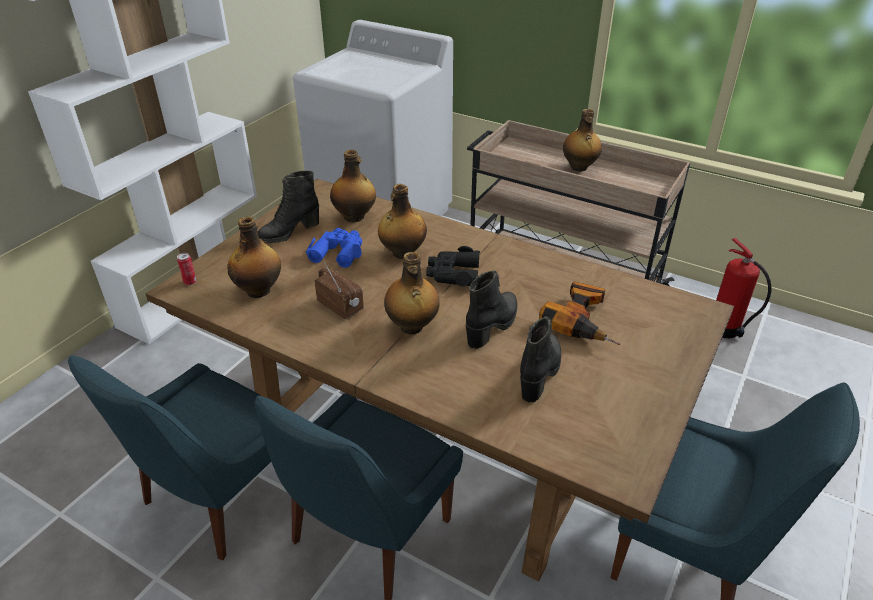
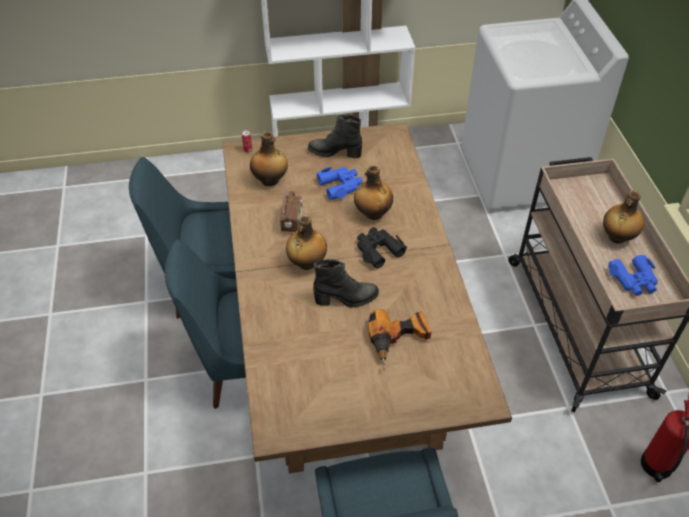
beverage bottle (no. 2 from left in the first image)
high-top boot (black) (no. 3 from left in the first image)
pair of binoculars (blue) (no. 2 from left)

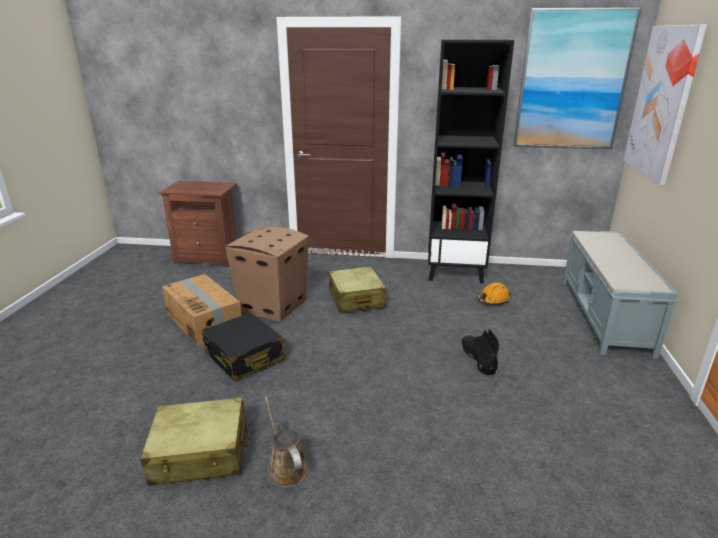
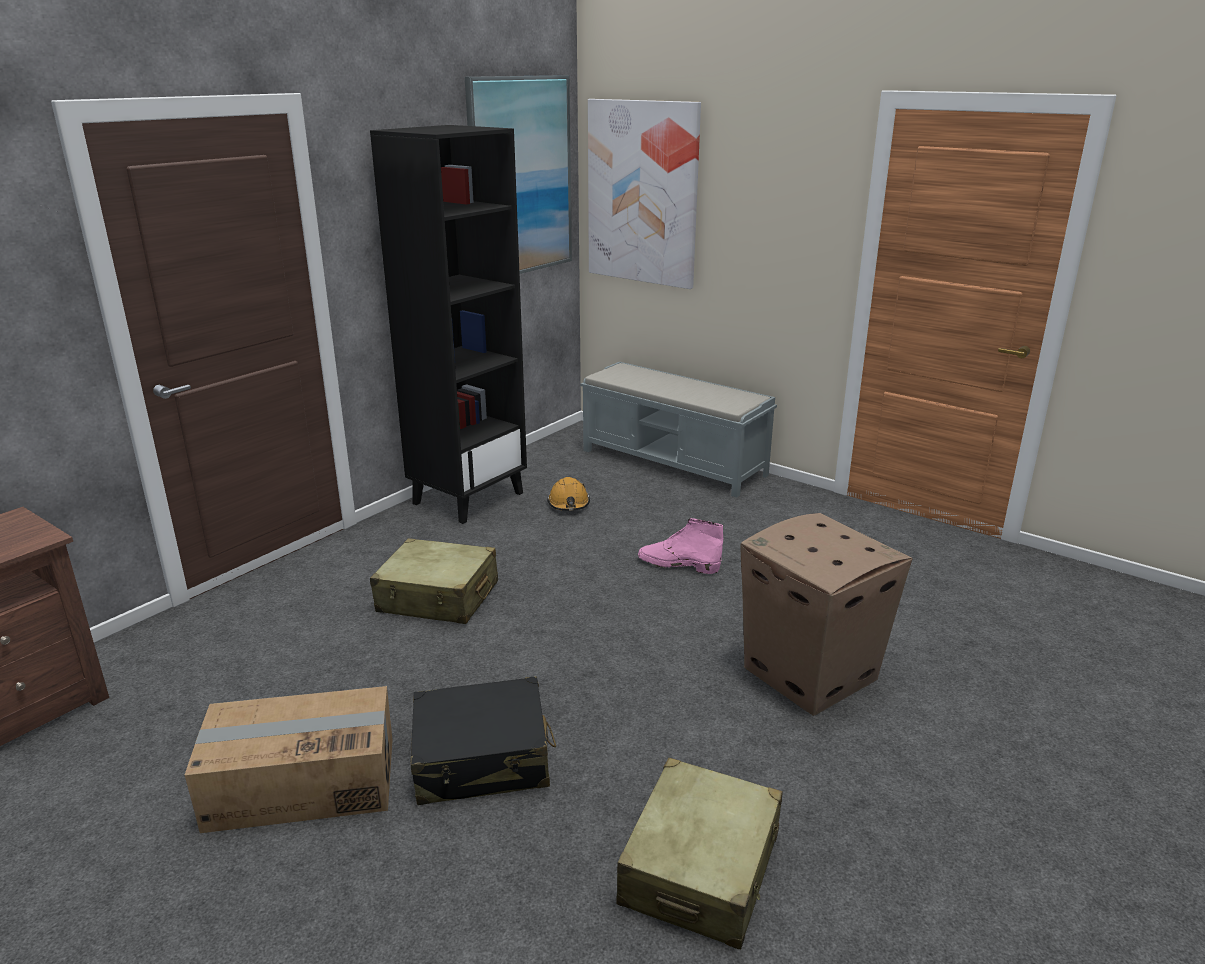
sprinkling can (brownish)
carton (no. 2 from left)
high-top boot (pink)

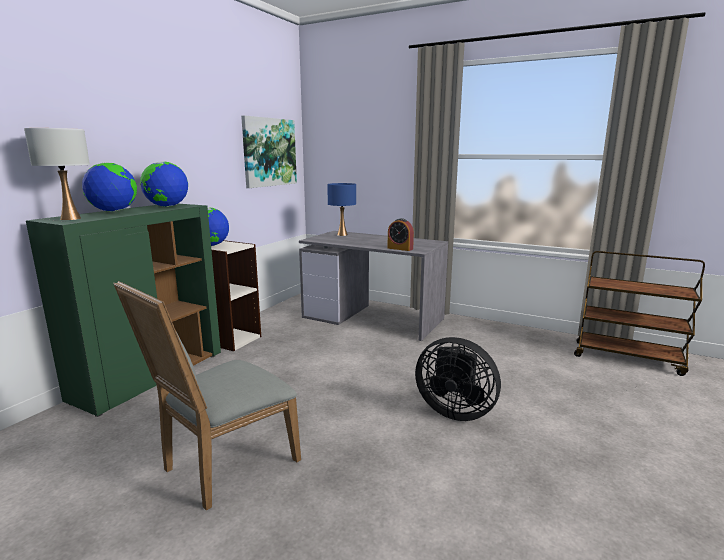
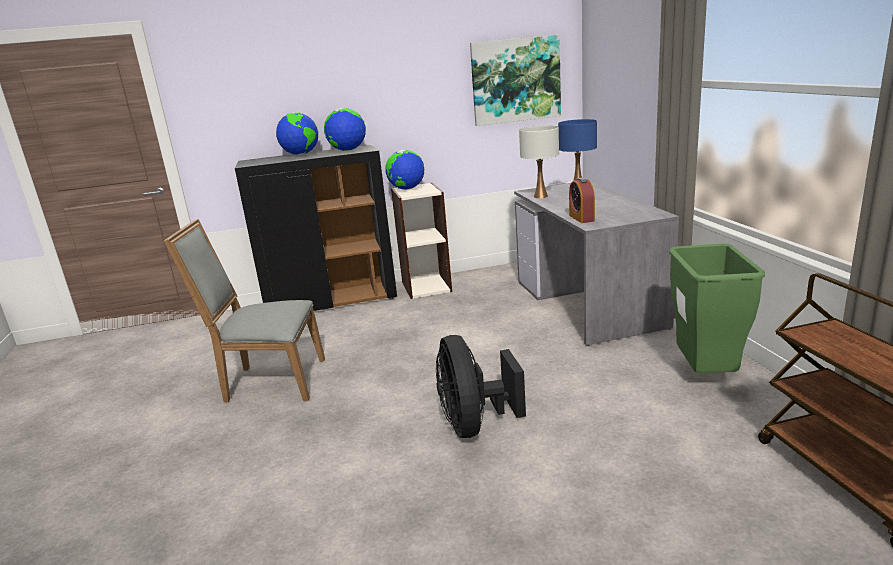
trash can (green-coloured)
table lamp (whitish)
storage cabinet (black)

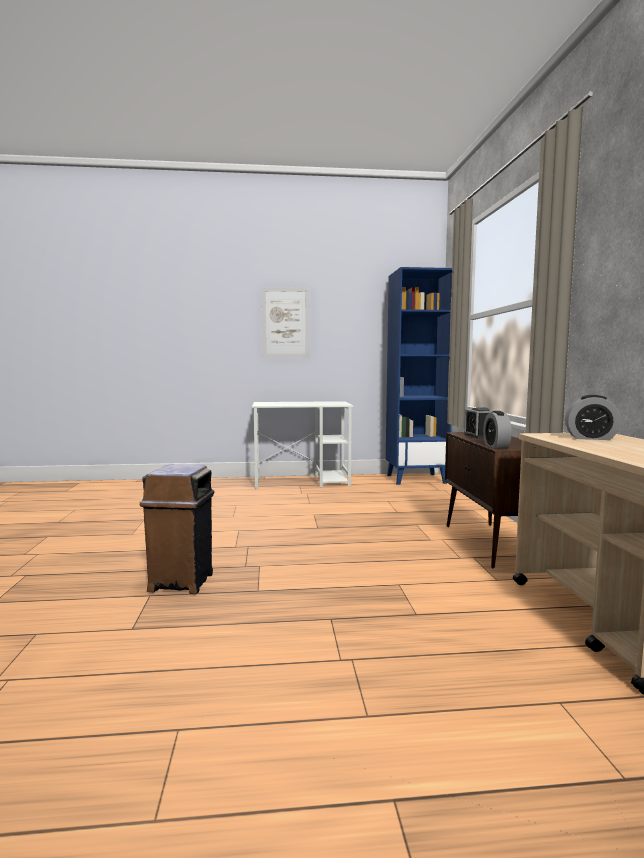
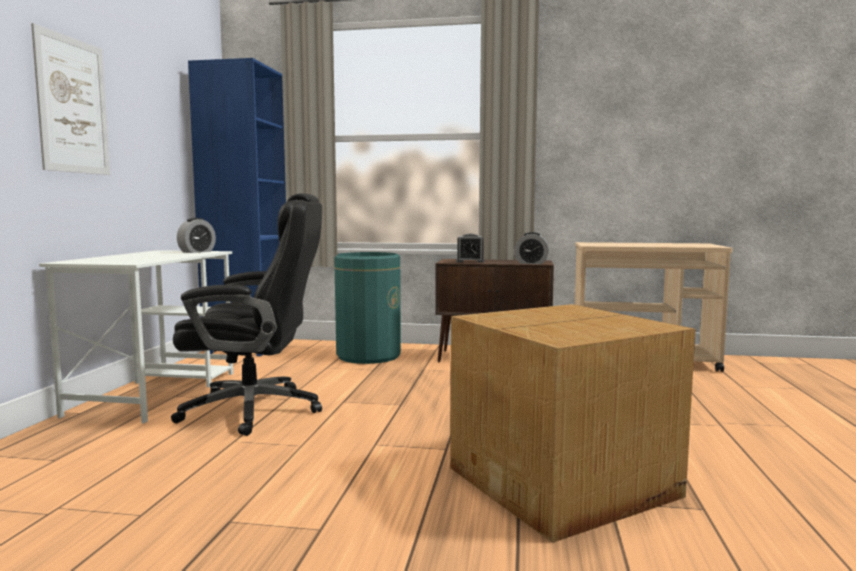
computer chair (black)
trash can (green-coloured)
alarm clock (no. 1 from left)
carton

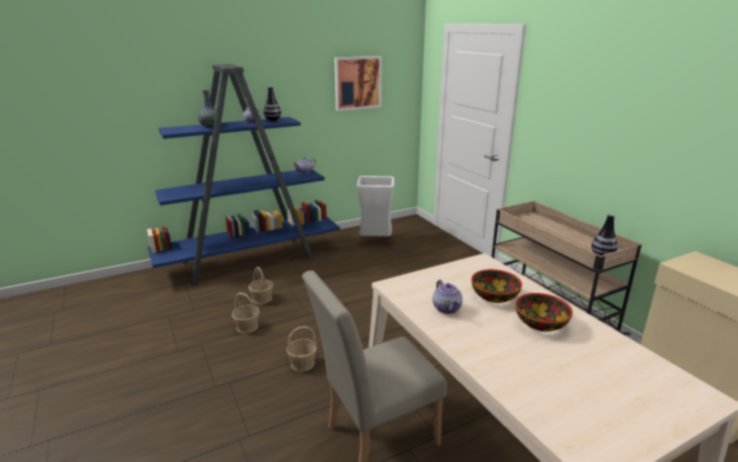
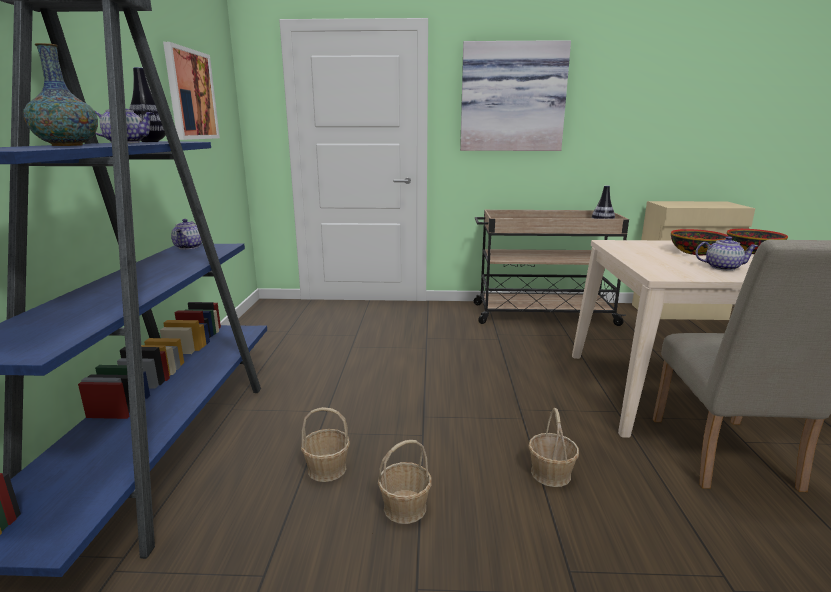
trash can (whitish)
picture (no. 2 from left)

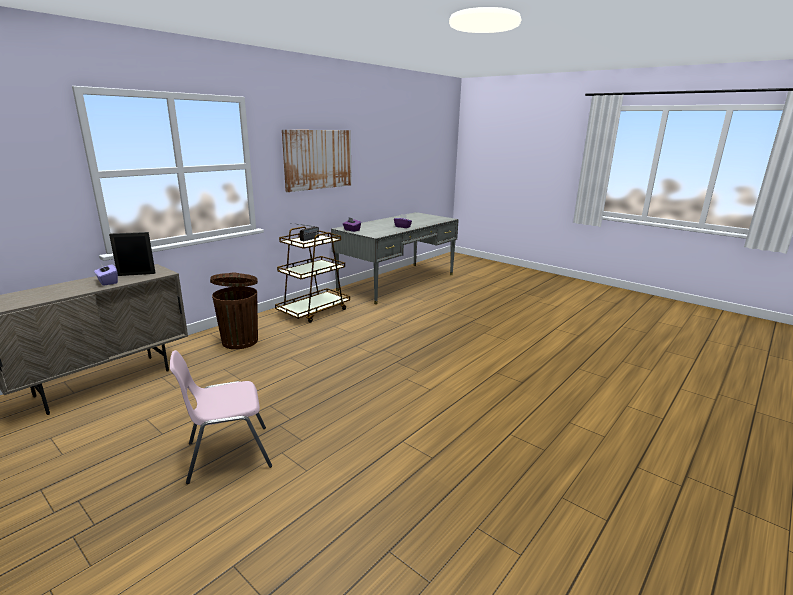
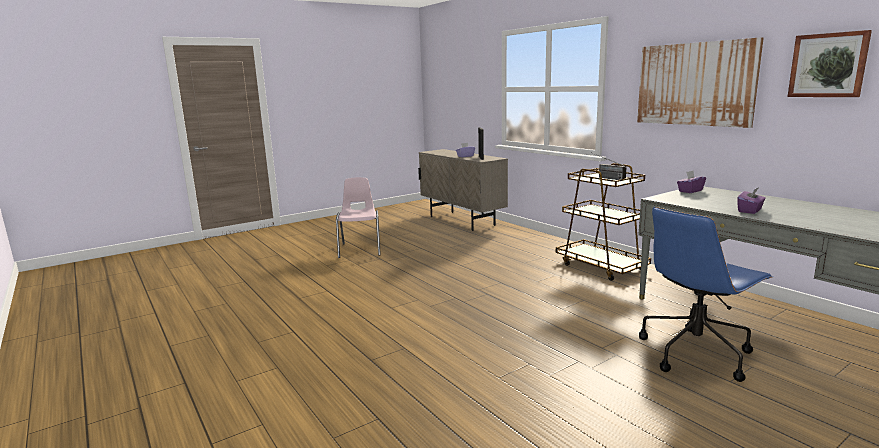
trash can (brownish)
computer chair (blue)
picture (no. 2 from left)

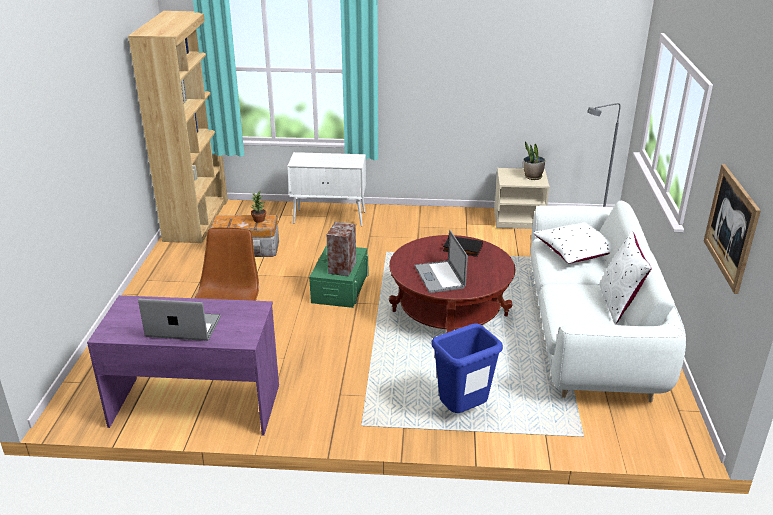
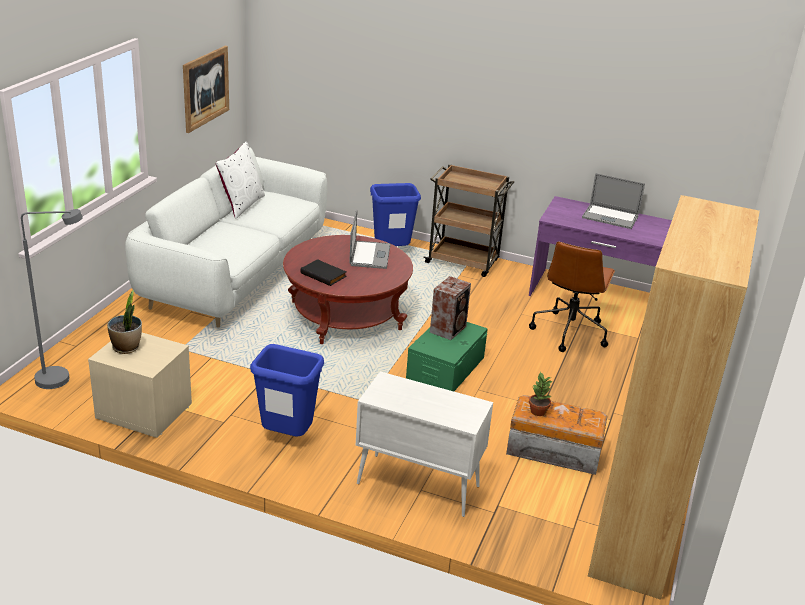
cushion (whitish) (no. 1 from left in the first image)
trash can (blue) (no. 1 from left)
cart (brownish)

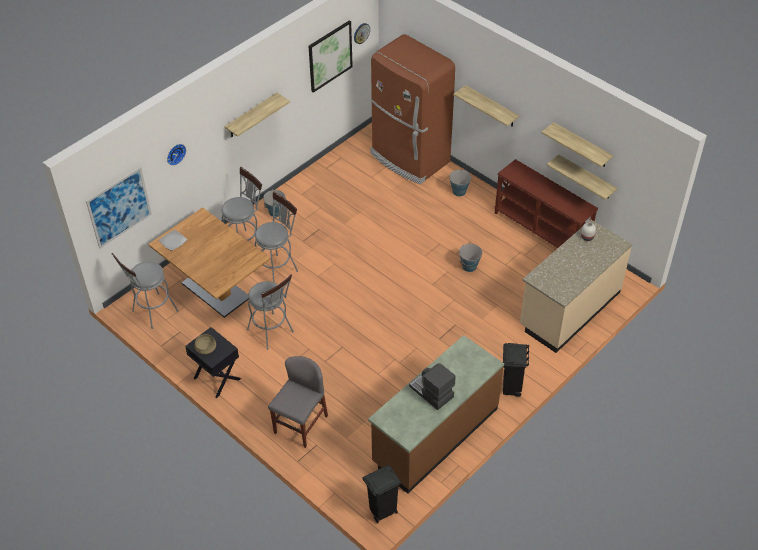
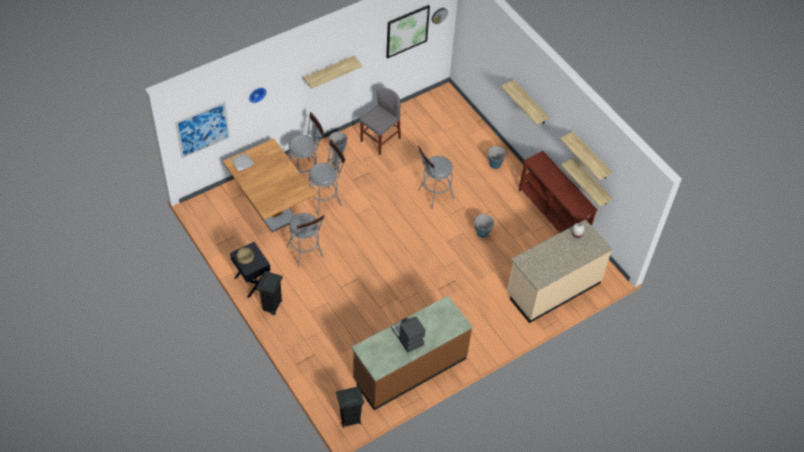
refrigerator (brownish)
stool seat (gray) (no. 4 from left)
plain chair (gray)
trash can (black) (no. 1 from left)

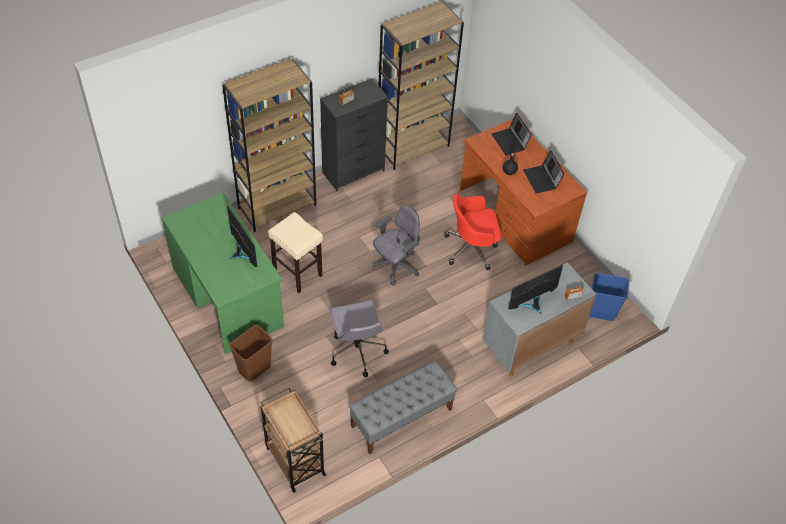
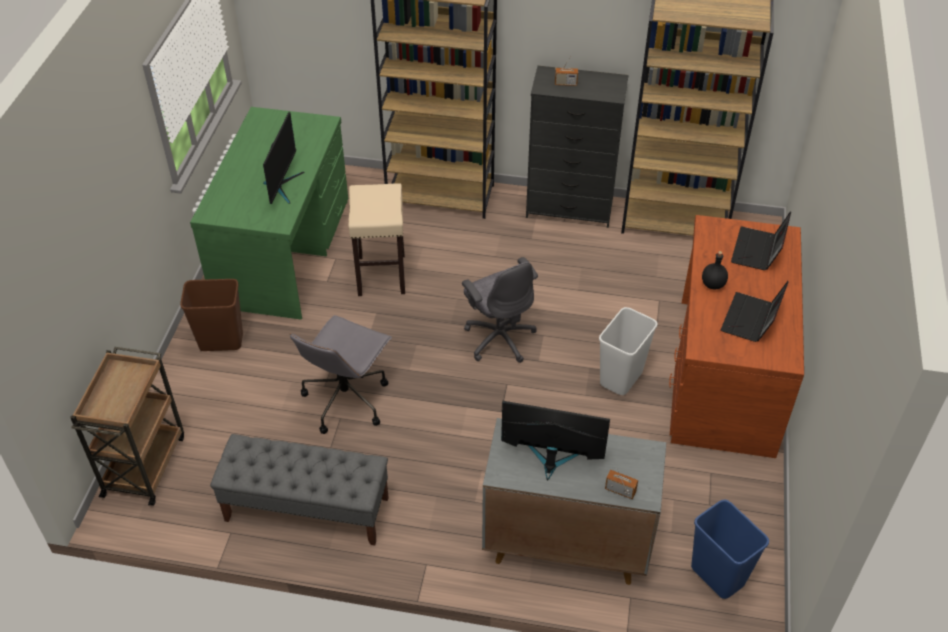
trash can (whitish)
computer chair (gray) (no. 2 from left)

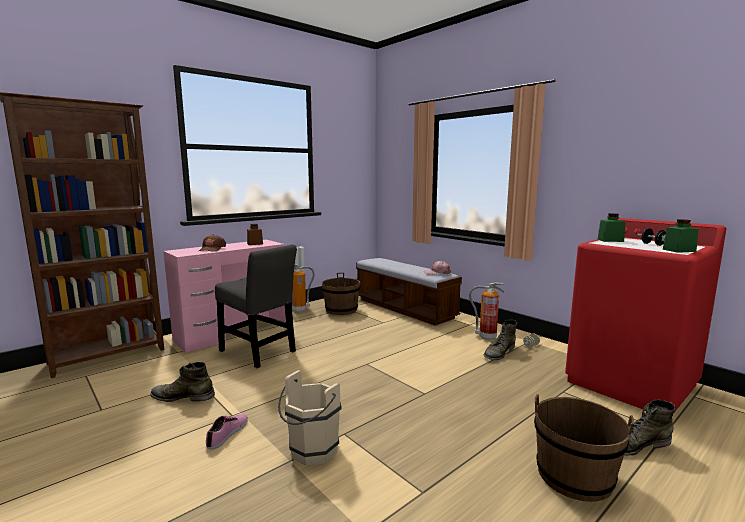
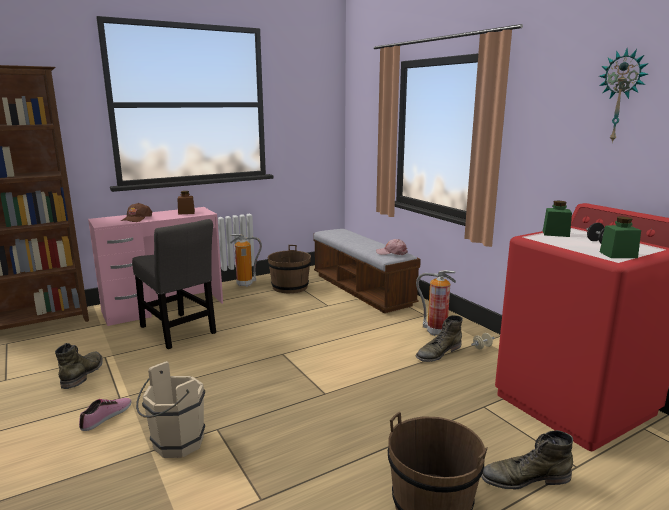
clock on the wall
high-top boot (green-coloured) (no. 1 from left)

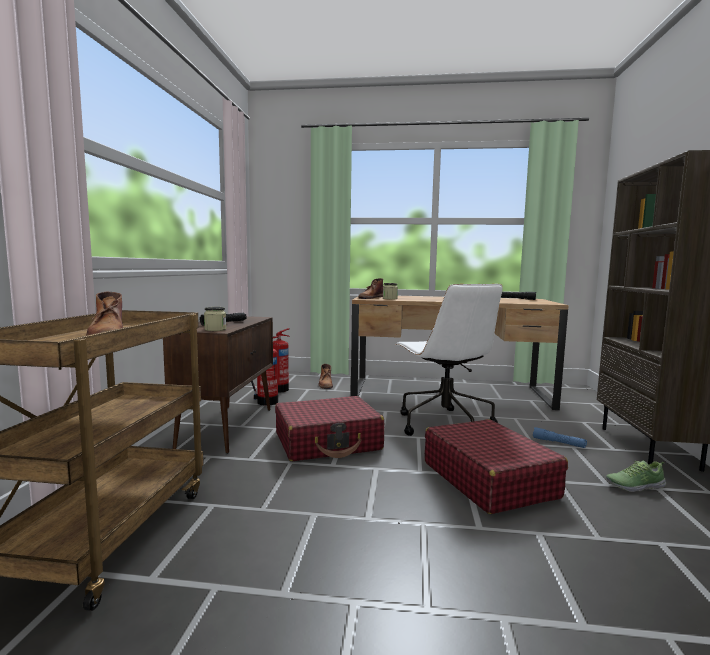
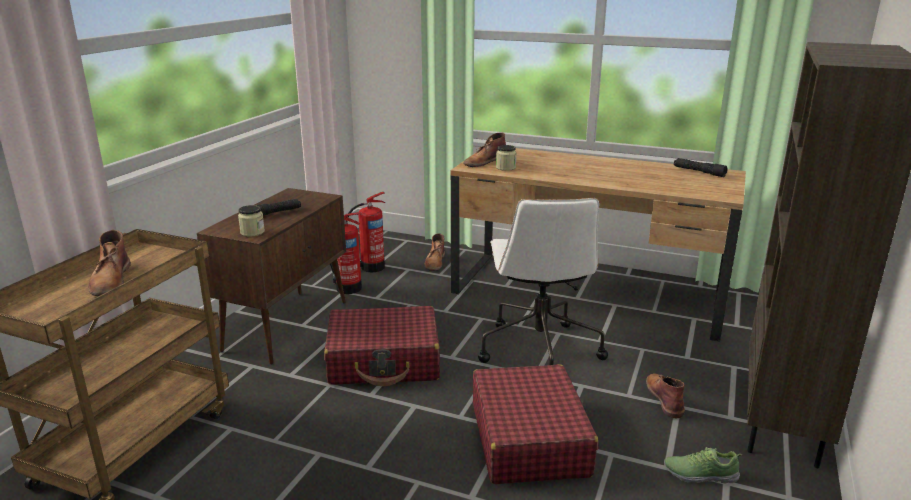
high-top boot (brownish) (no. 4 from left)

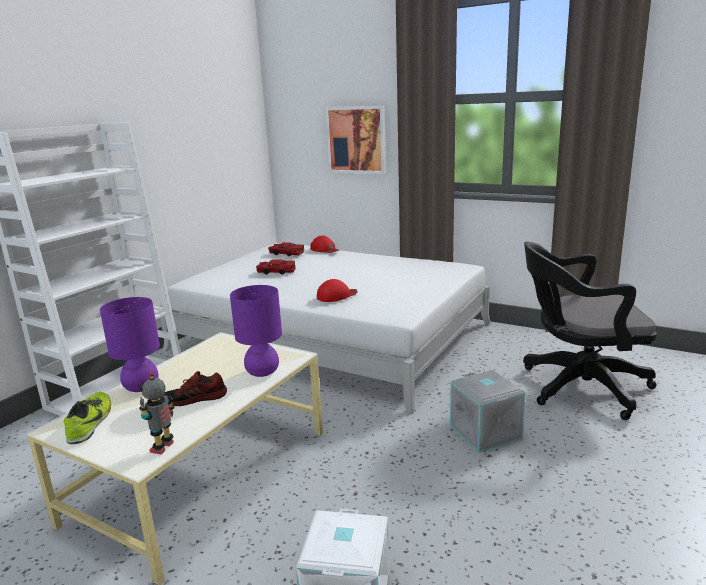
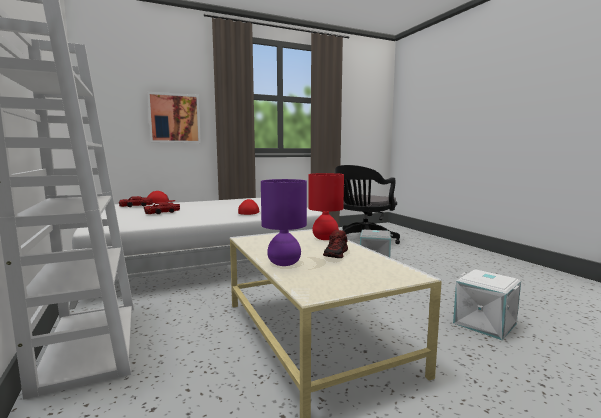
shoe (no. 1 from left in the first image)
robot figure
table lamp (red-coloured)

